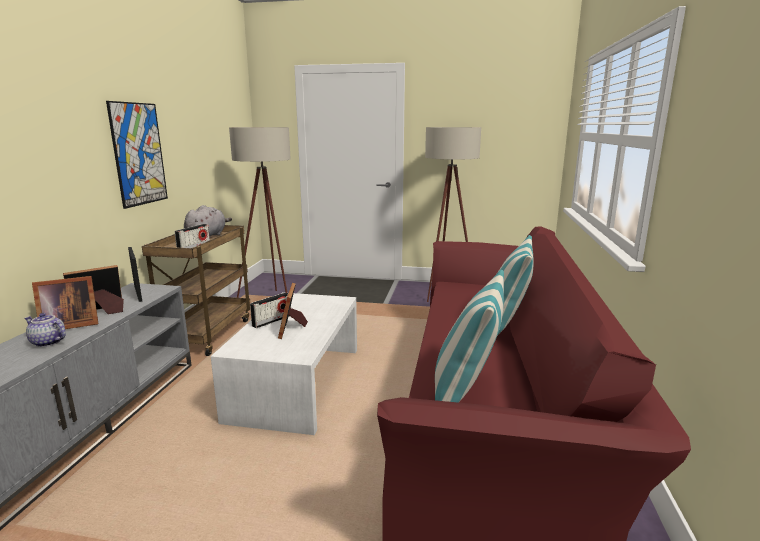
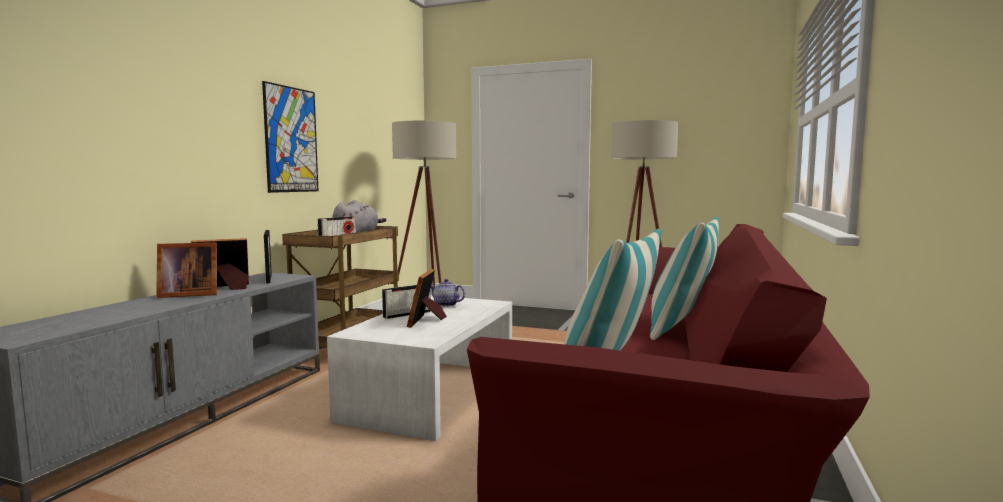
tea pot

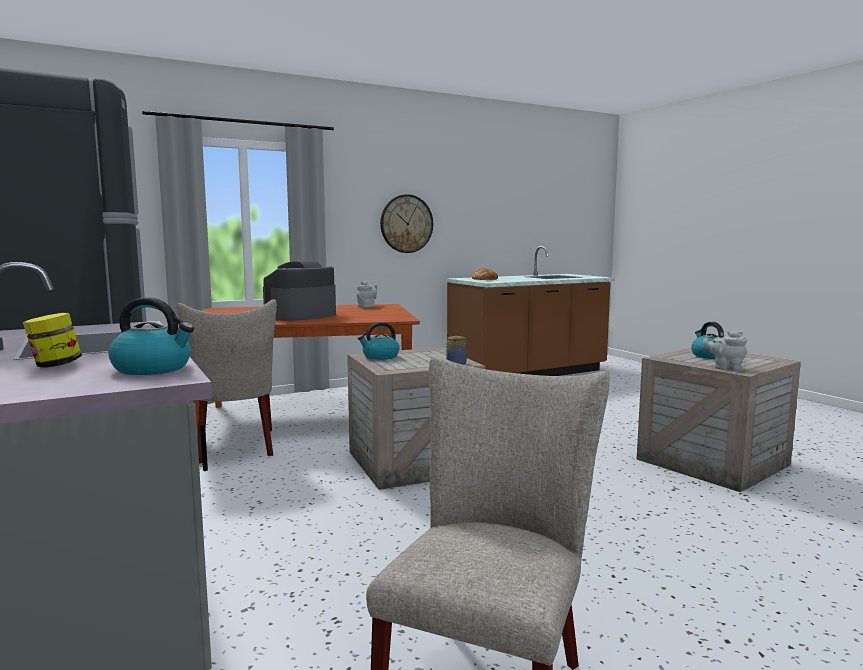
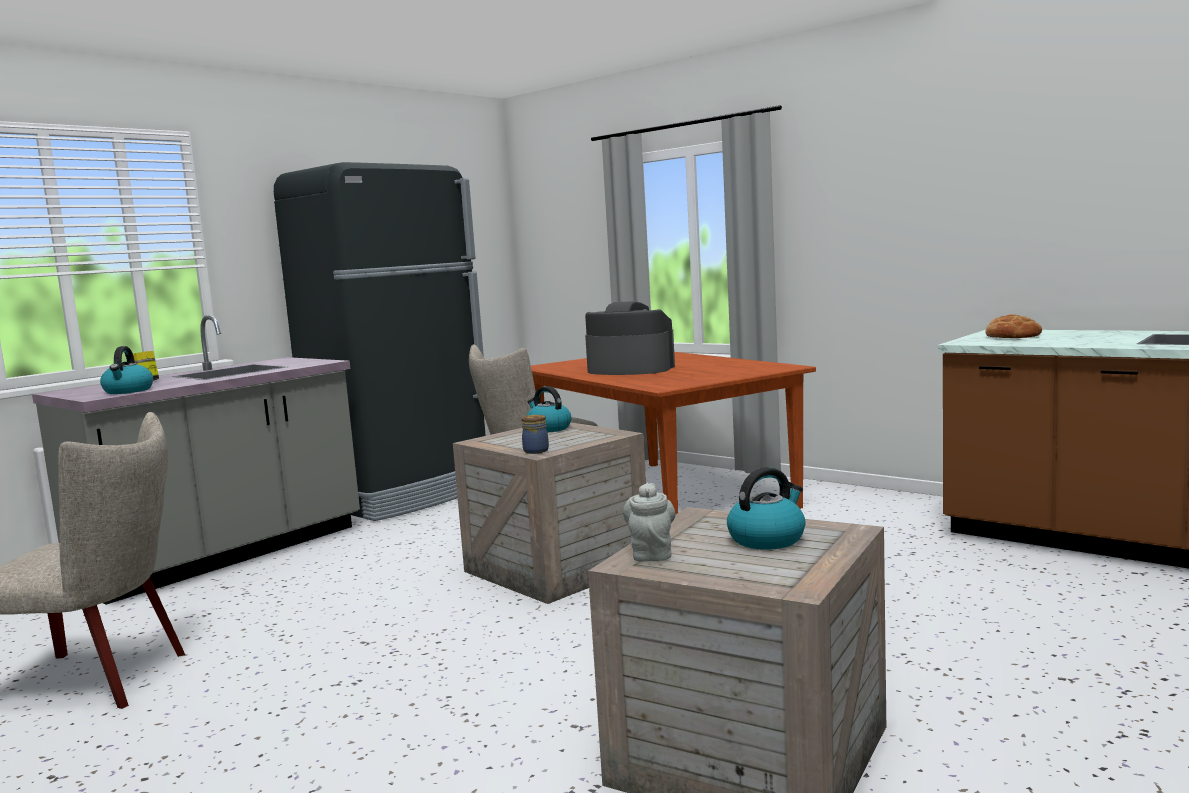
tea pot (gray) (no. 1 from left in the first image)
clock on the wall

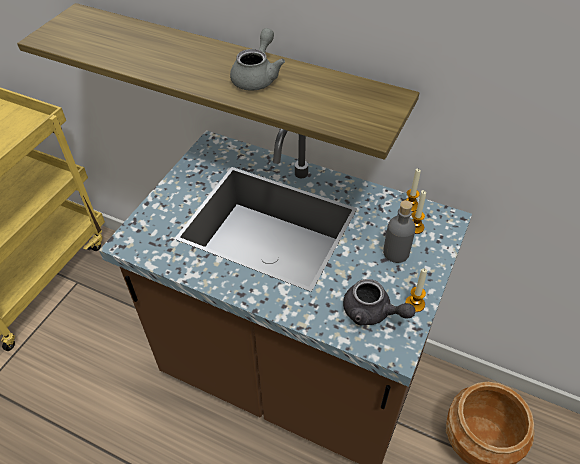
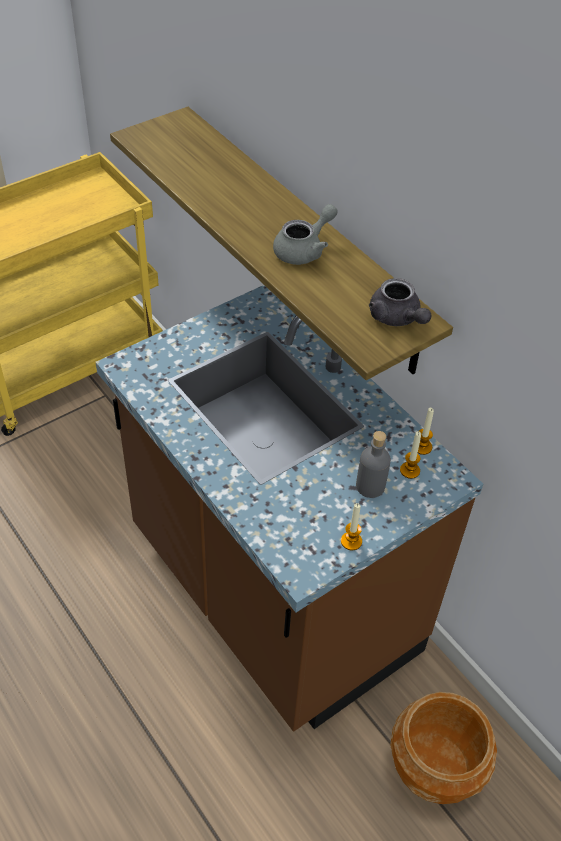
tea pot (gray) (no. 2 from left)

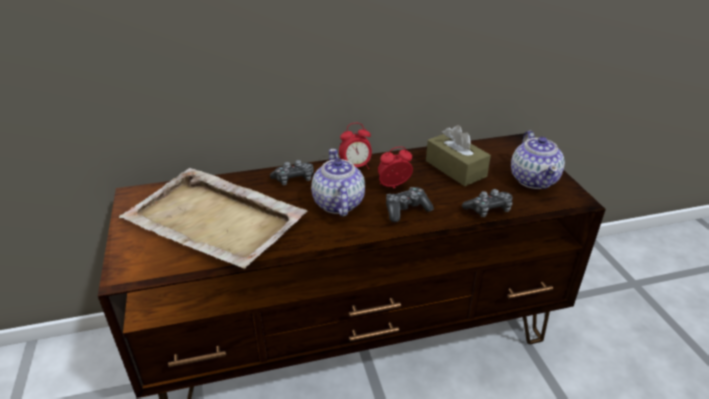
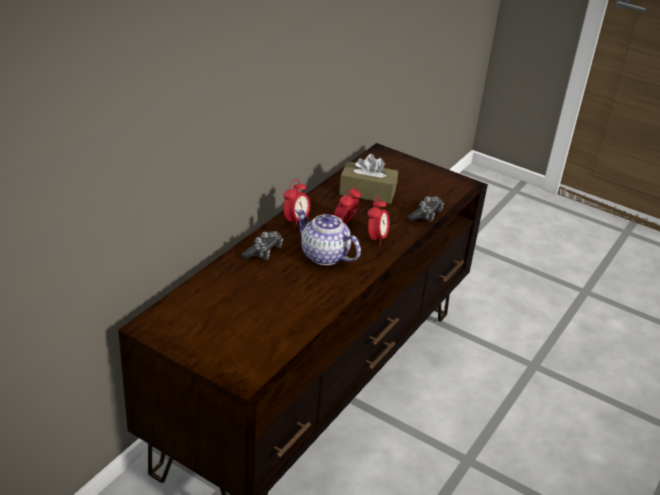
tray (beige)
tea pot (no. 2 from left in the first image)
alarm clock (no. 3 from left)

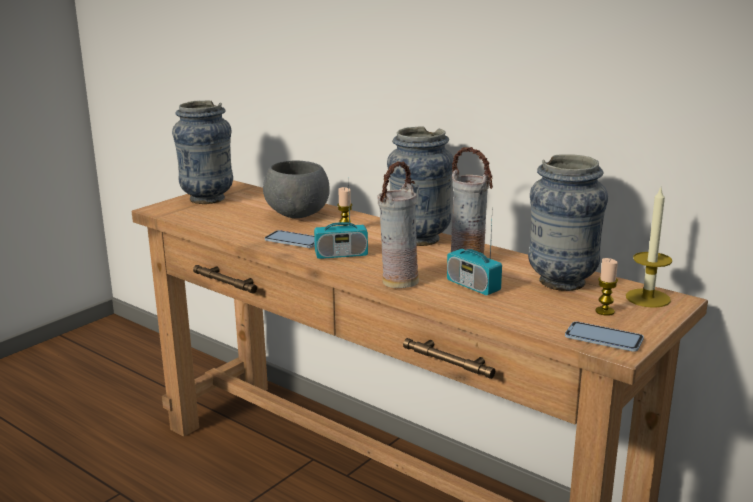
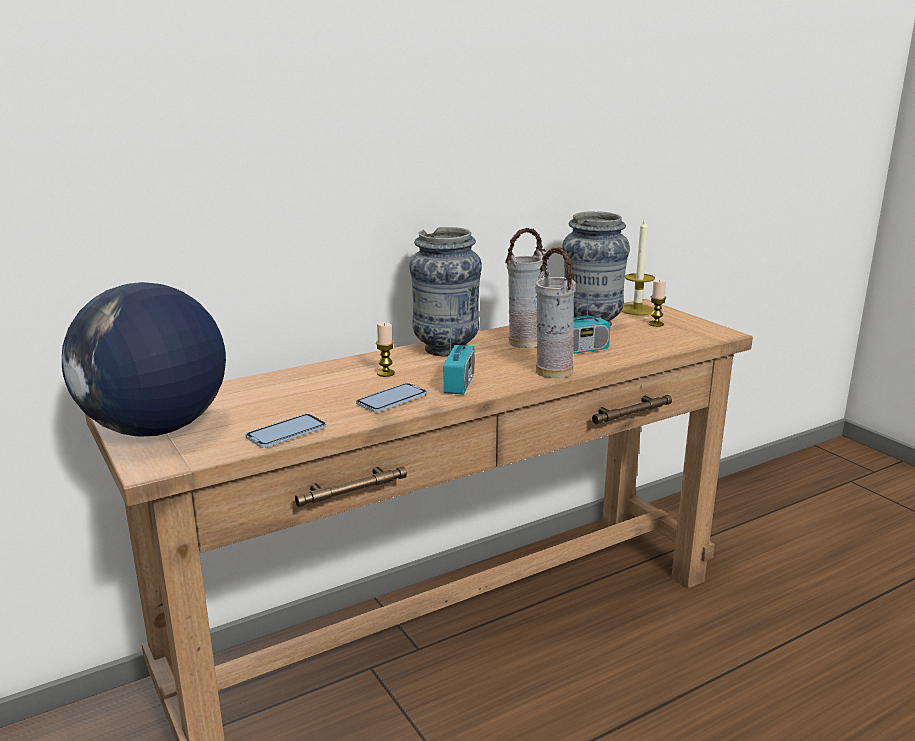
bowl (gray)
phone (no. 1 from left)
globe

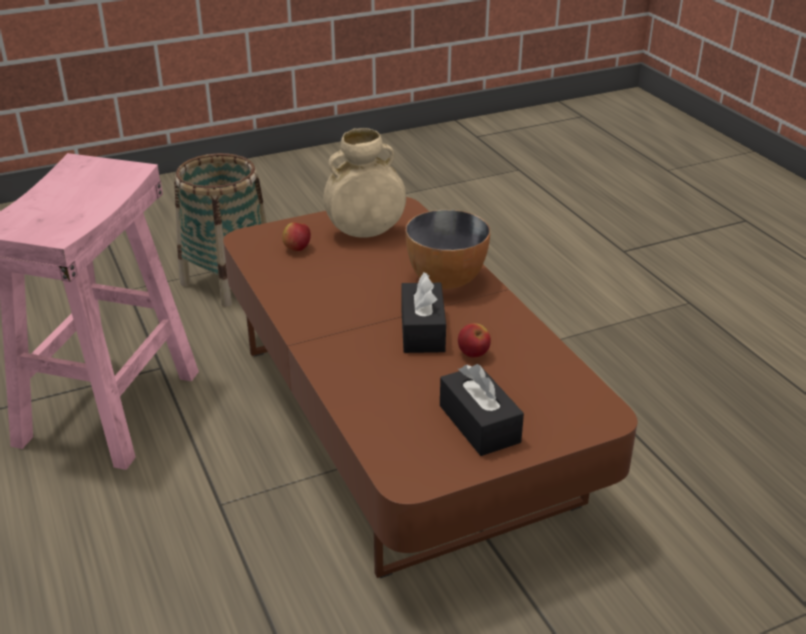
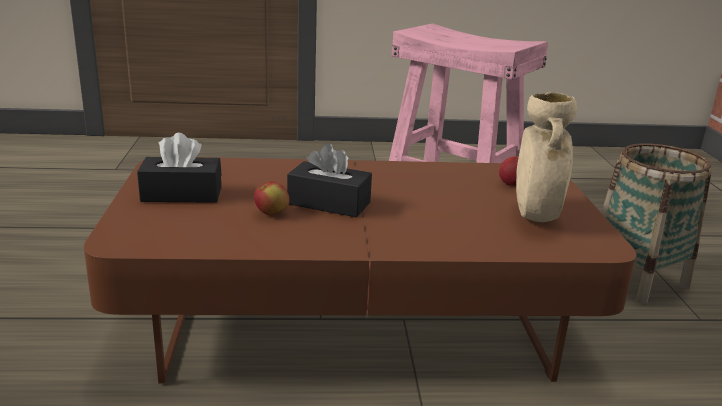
bowl

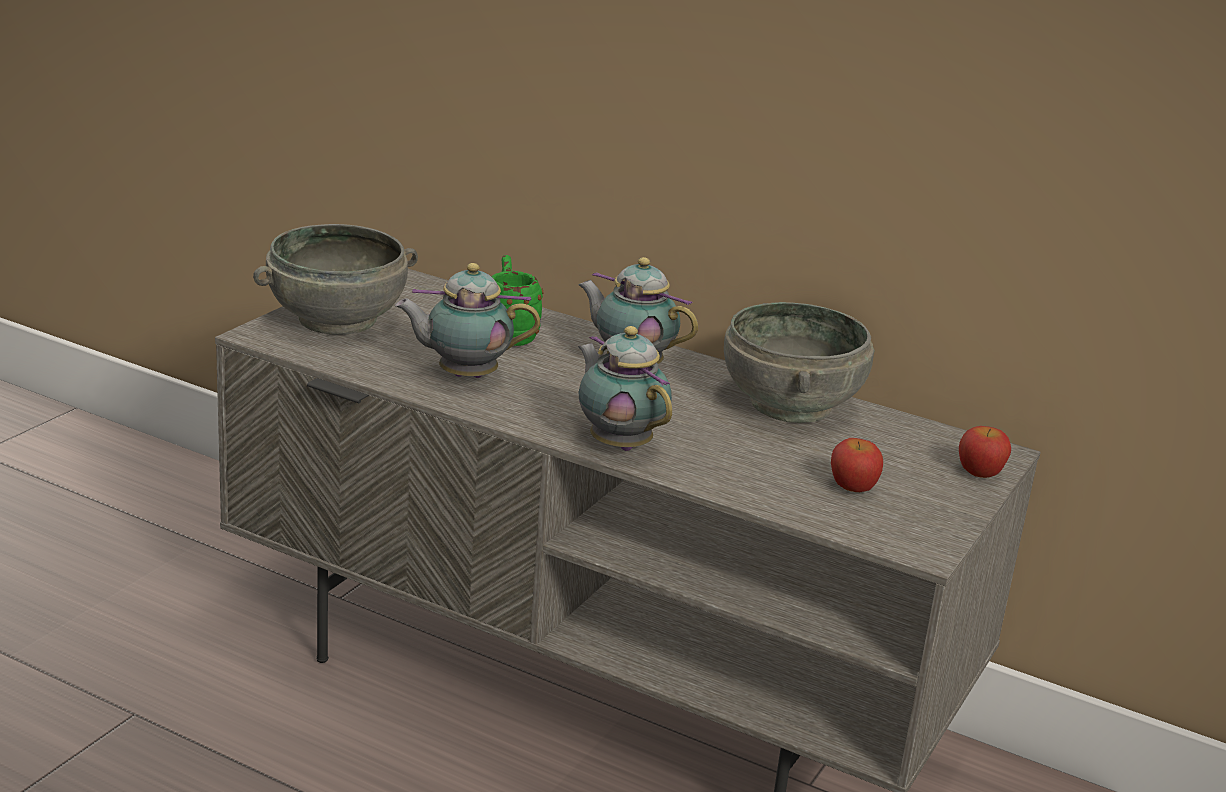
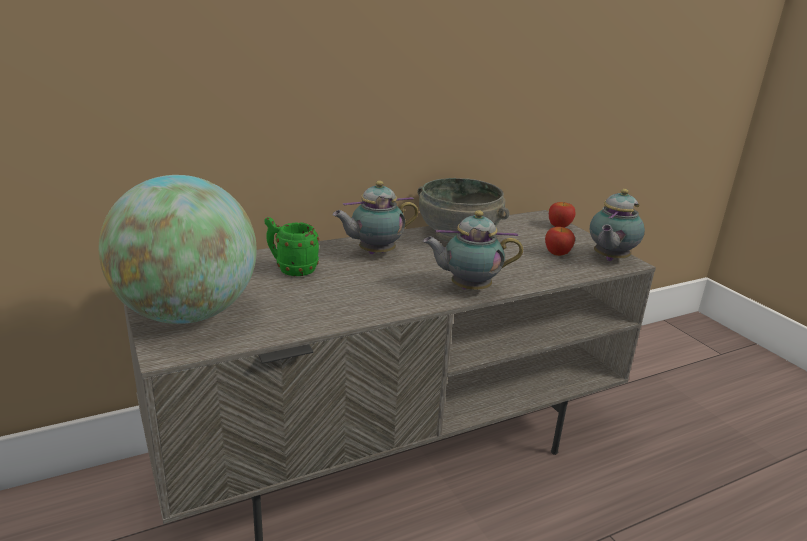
tea pot (no. 3 from left)
globe

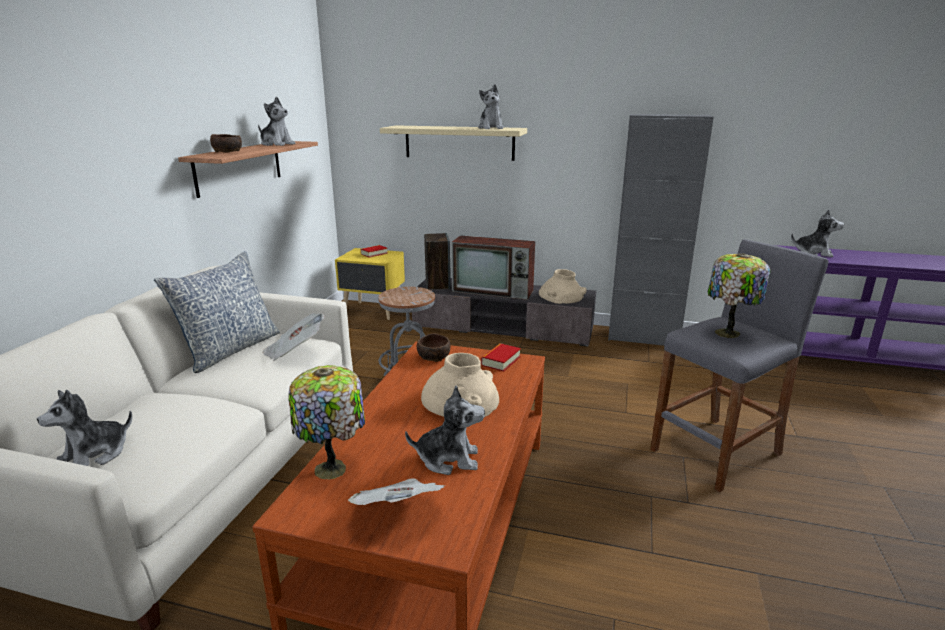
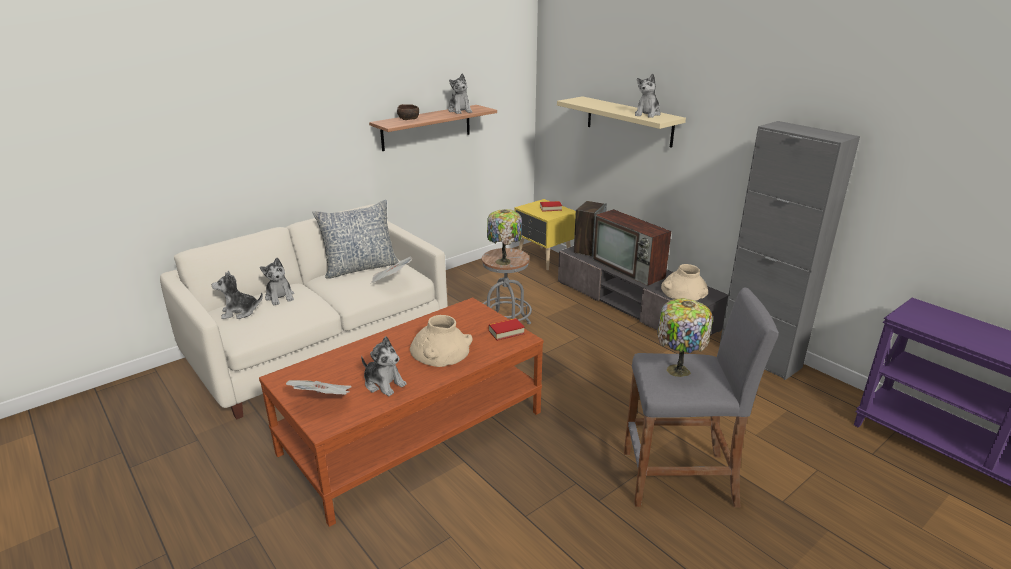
bowl (brownish) (no. 2 from left in the first image)
table lamp (no. 1 from left)
cuddly toy (no. 2 from left)

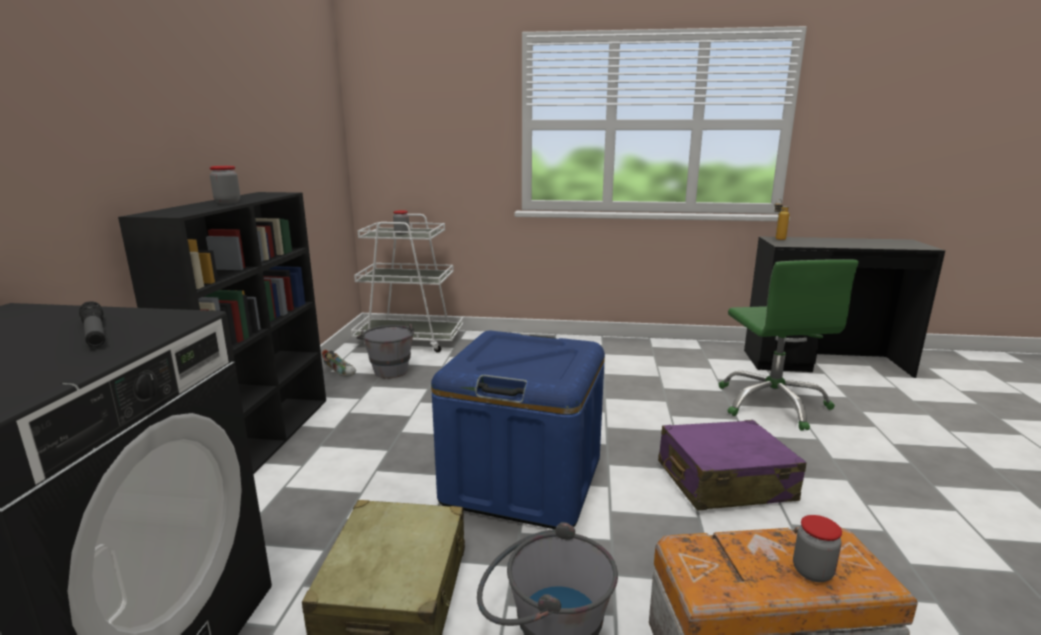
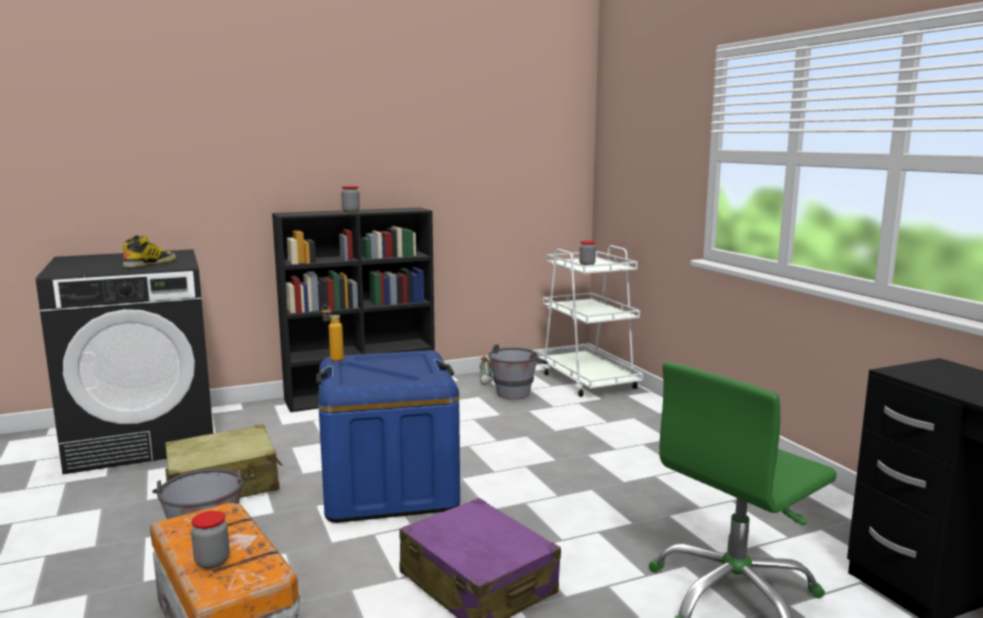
beverage bottle
high-top boot

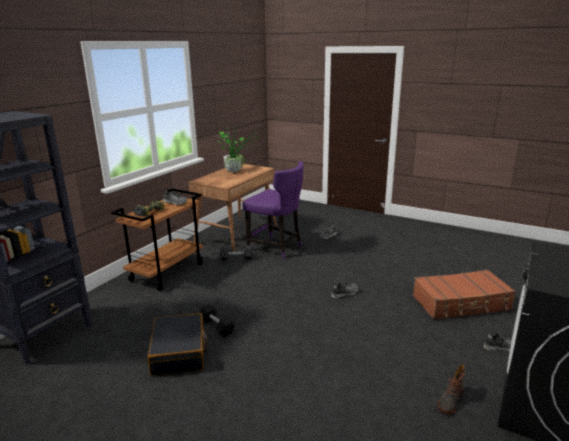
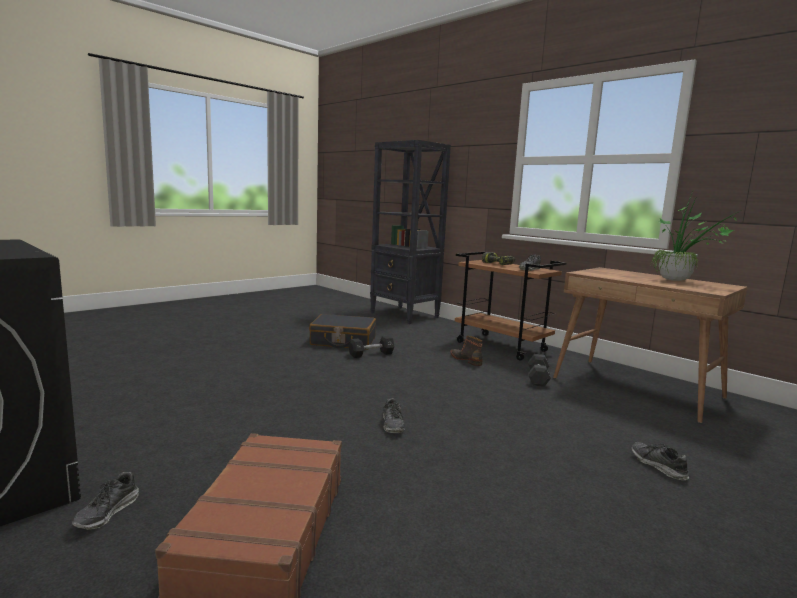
plain chair (purplish)
high-top boot

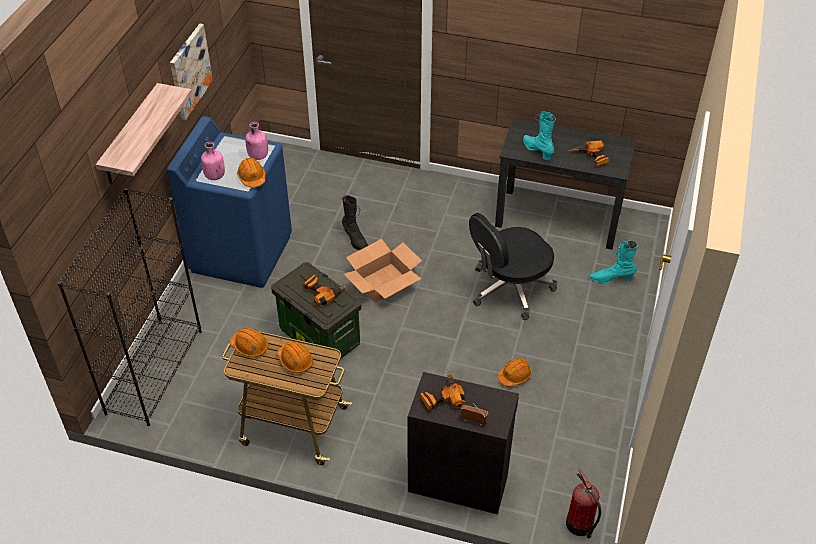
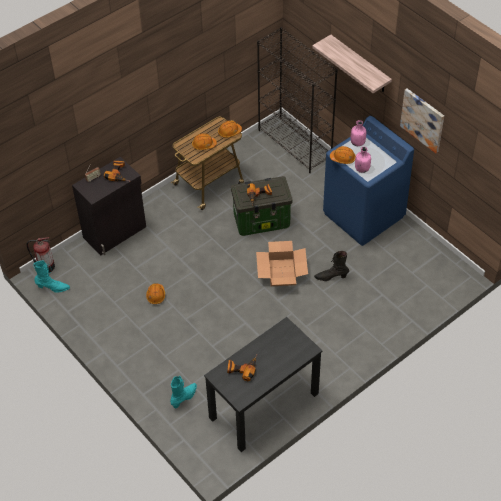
computer chair (black)
high-top boot (blue-green) (no. 1 from left)

